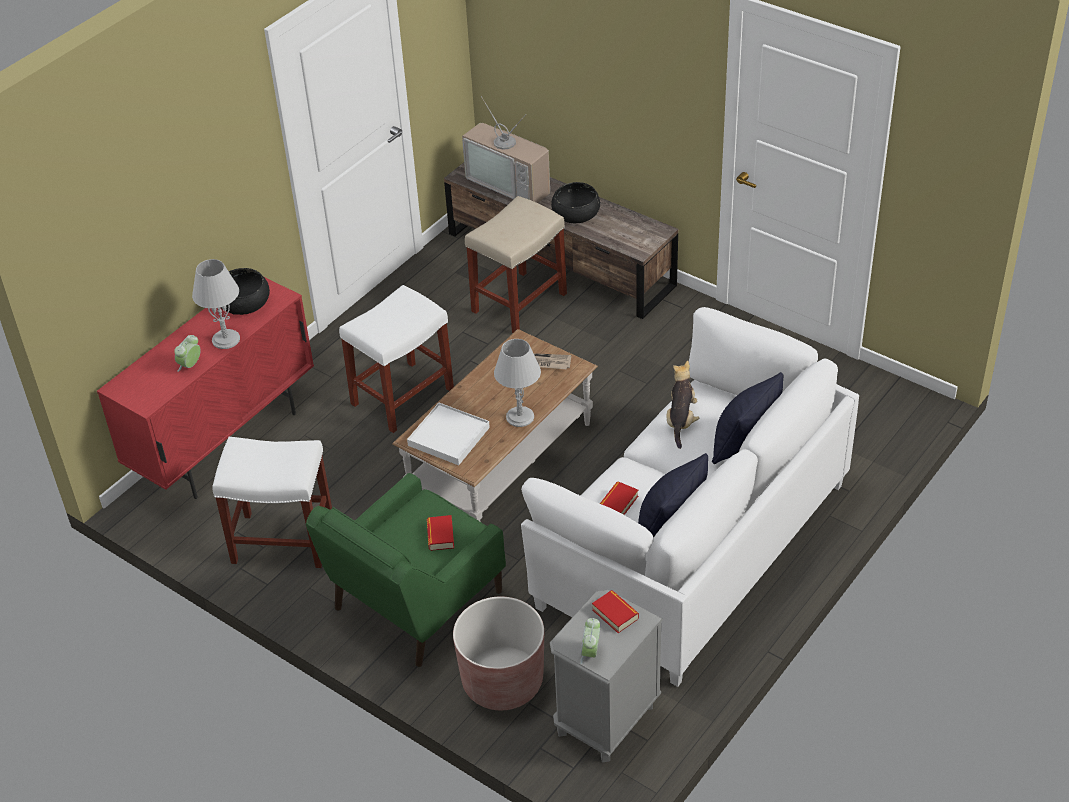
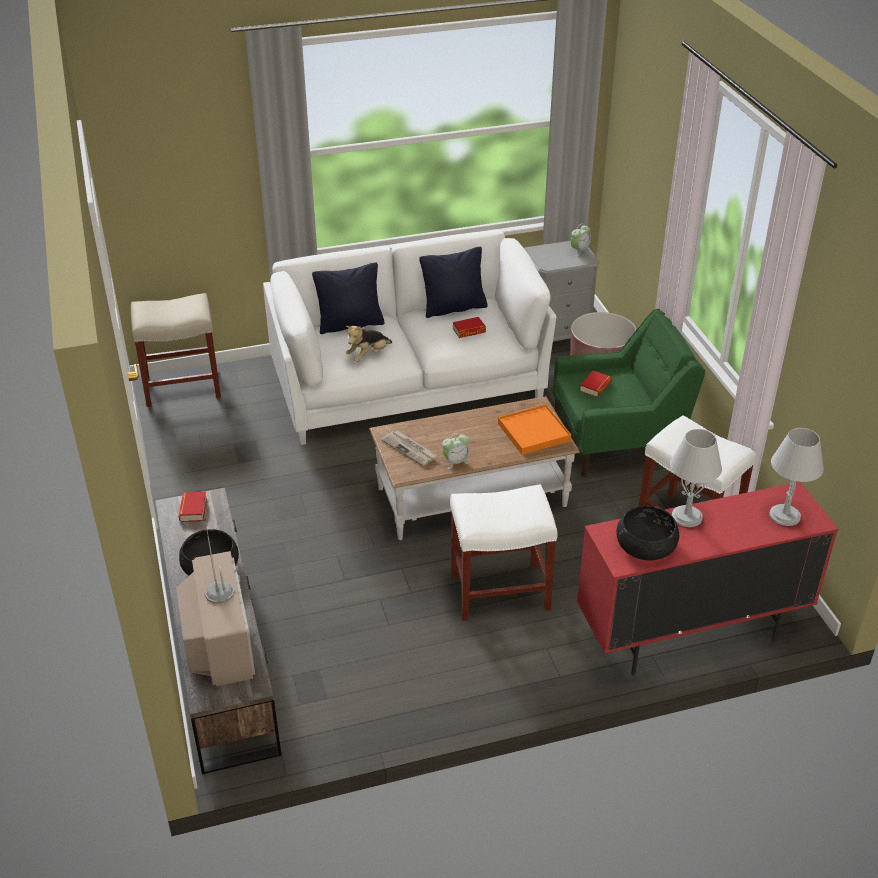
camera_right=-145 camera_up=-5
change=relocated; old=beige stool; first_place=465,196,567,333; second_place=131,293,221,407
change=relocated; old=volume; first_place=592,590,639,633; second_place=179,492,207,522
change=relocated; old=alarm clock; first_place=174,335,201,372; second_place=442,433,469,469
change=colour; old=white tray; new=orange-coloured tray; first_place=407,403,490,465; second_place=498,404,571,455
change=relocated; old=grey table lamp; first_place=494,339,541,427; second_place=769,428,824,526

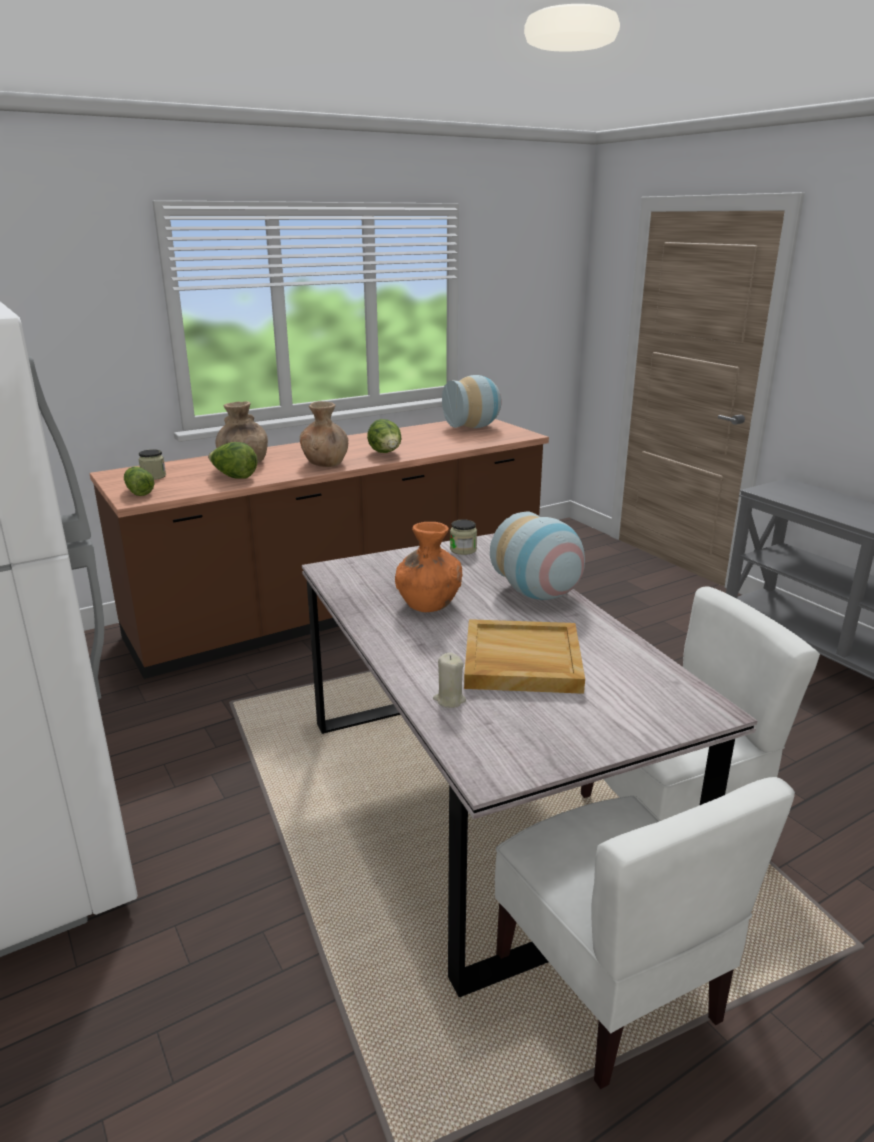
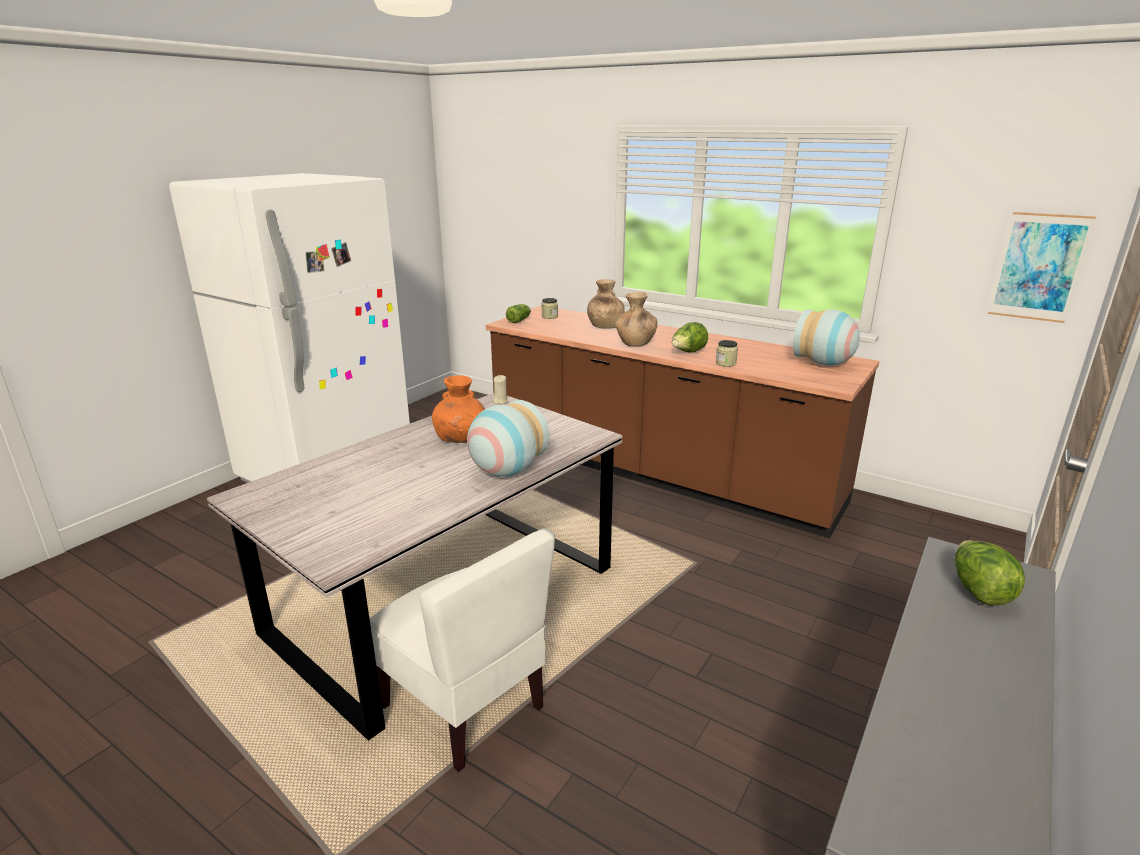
camera_right=65 camera_up=0
change=relocated; old=beige candle; first_place=433,653,466,708; second_place=492,375,509,404
change=relocated; old=preserve jar; first_place=450,519,477,555; second_place=716,340,738,367
change=relocated; old=lettuce head; first_place=208,442,257,479; second_place=955,540,1025,605
change=appeared; new=wall picture; second_place=988,212,1096,323
change=missing; old=beige tray; first_place=464,619,585,694
change=missing; old=white upright chair; first_place=495,777,795,1089

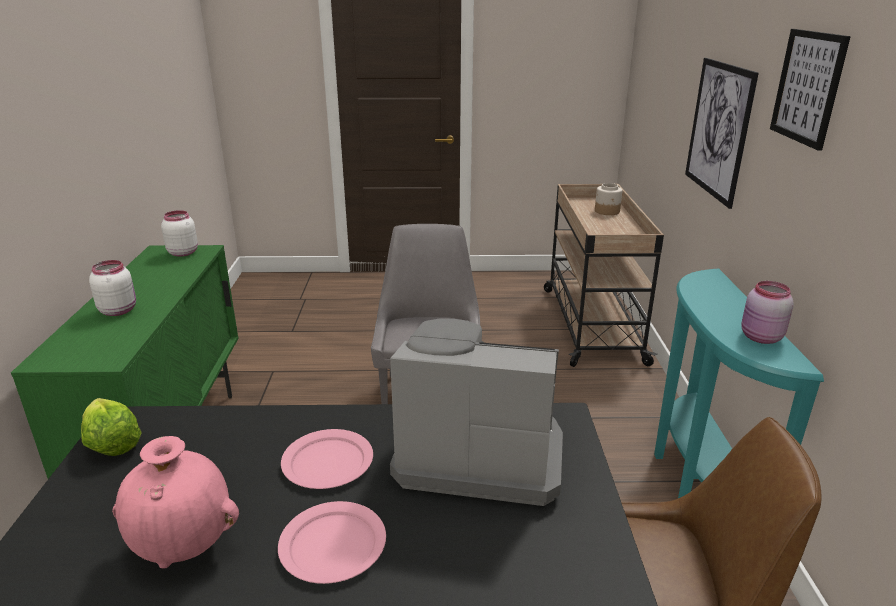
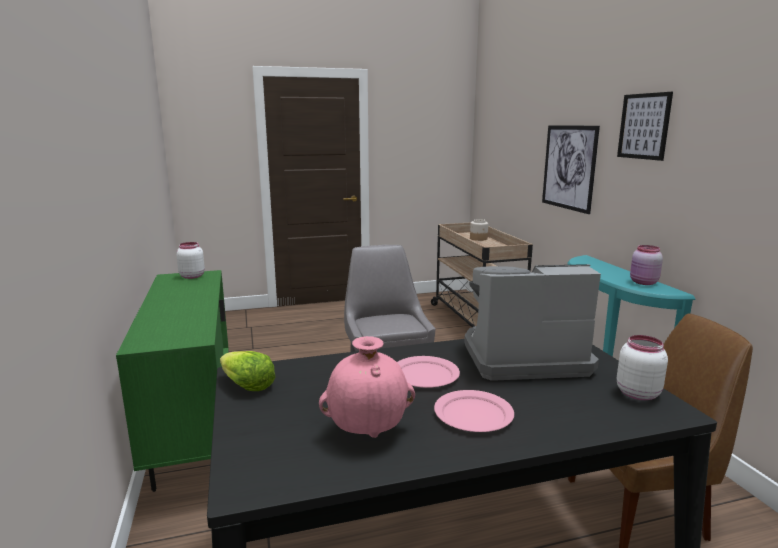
camera_right=-15 camera_up=-10
change=relocated; old=white preserve jar; first_place=89,260,136,316; second_place=617,335,668,400

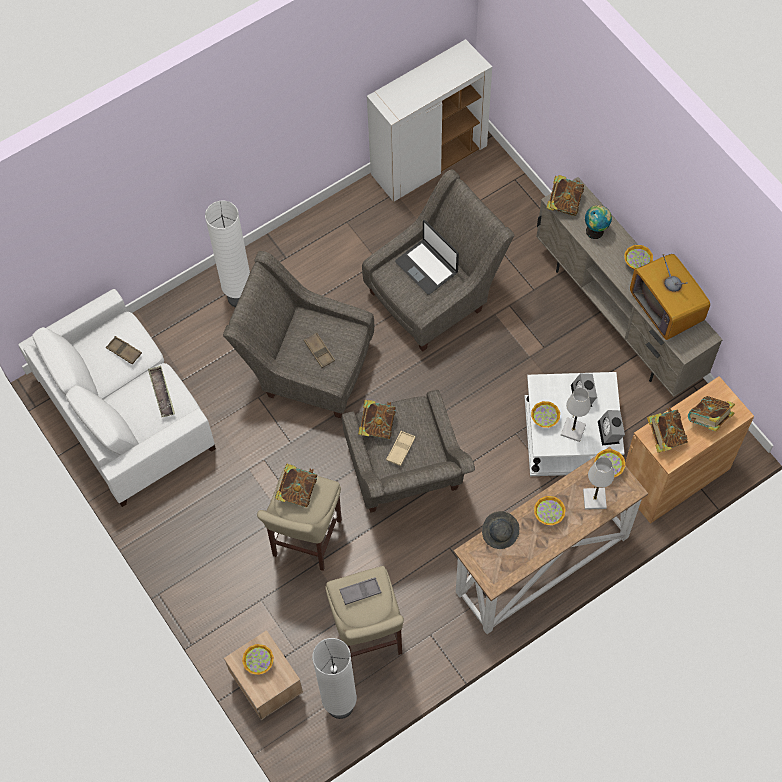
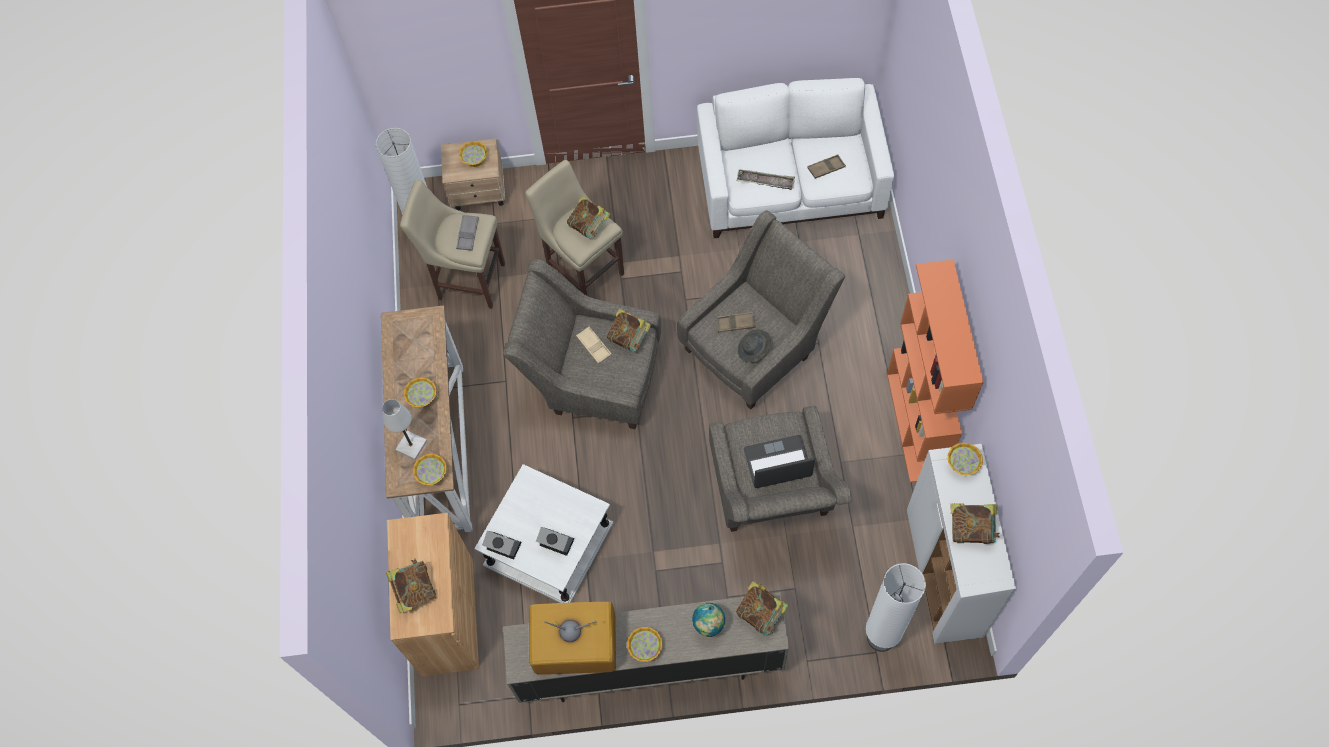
camera_right=120 camera_up=0
change=relocated; old=grey hat; first_place=482,511,519,549; second_place=738,329,771,363
change=relocated; old=white standing lamp; first_place=205,201,250,307; second_place=866,563,926,652
change=appeared; new=orange-coloured bookcase; second_place=887,260,984,482
change=relocated; old=bowl; first_place=531,401,560,428; second_place=948,443,983,475
change=relocated; old=volume; first_place=647,408,688,453; second_place=951,503,1000,544
change=missing; old=white table lamp; first_place=561,388,591,442

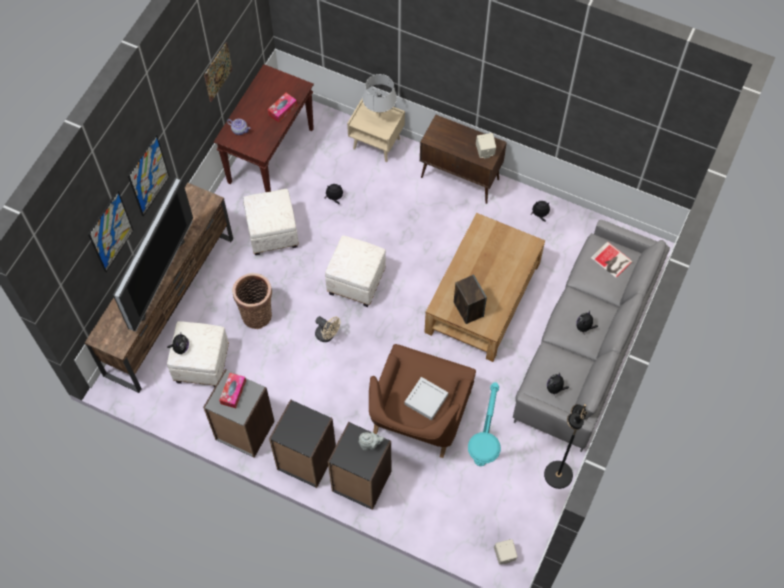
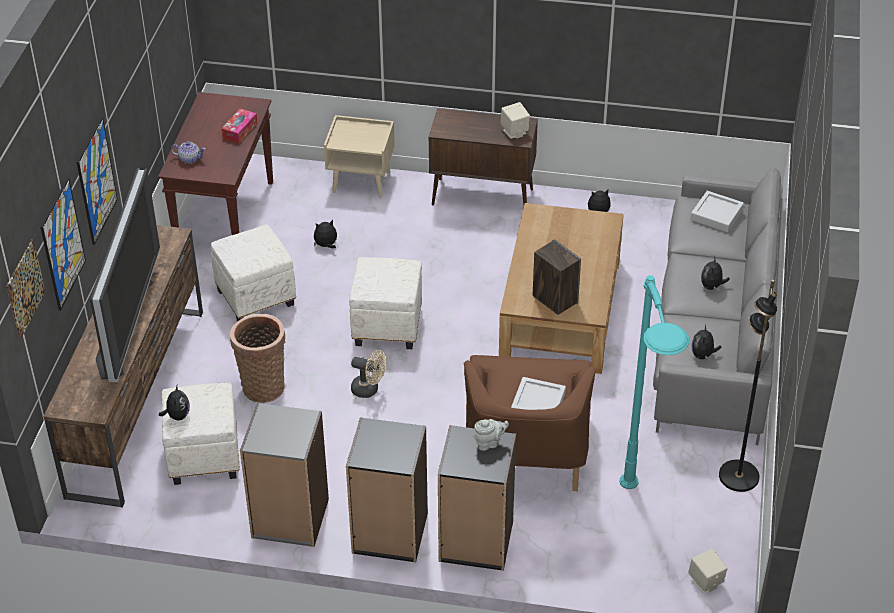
camera_right=-15 camera_up=-20
change=relocated; old=wall picture; first_place=204,42,232,102; second_place=6,239,45,339
change=exchanged; old=volume; new=grey tray; first_place=591,241,633,278; second_place=690,191,744,232
change=missing; old=box of tissues; first_place=219,373,246,408
change=missing; old=grey table lamp; first_place=363,74,397,112

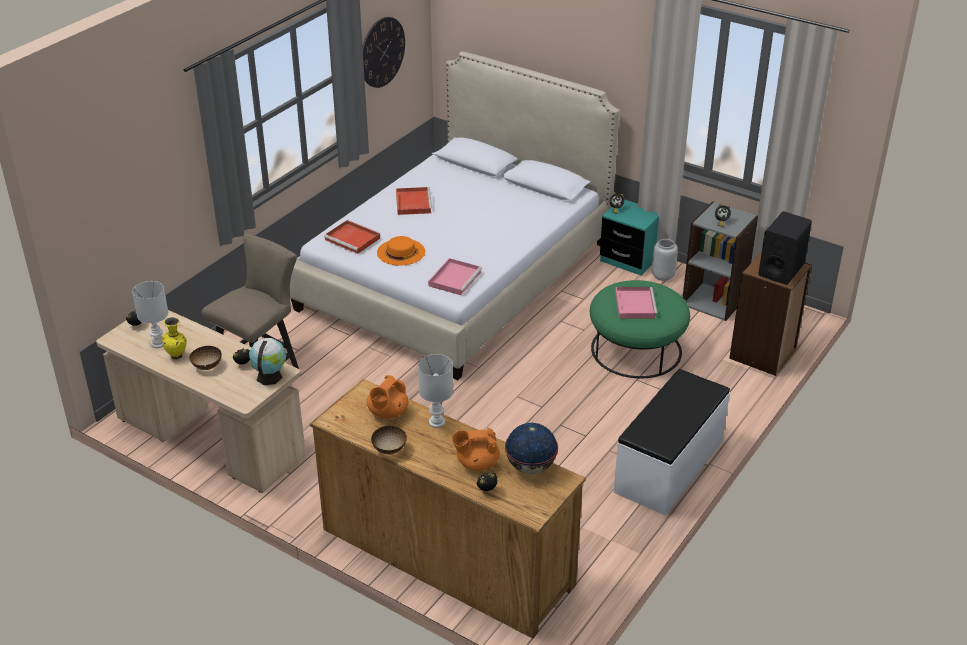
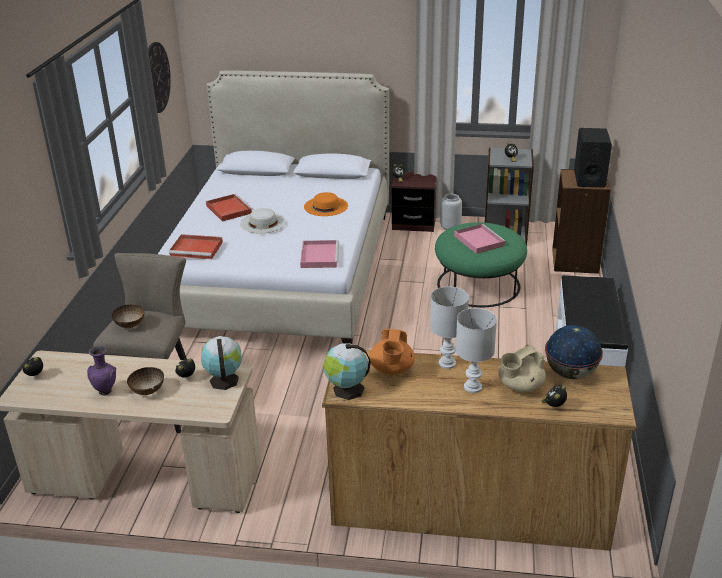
camera_right=-25 camera_up=-5
change=colour; old=yellowish vase; new=purplish vase; first_place=162,317,187,360; second_place=87,346,116,396
change=relocated; old=bowl; first_place=371,426,407,455; second_place=112,304,145,328
change=appeared; new=white hat; second_place=240,208,286,234
change=relocated; old=orange-coloured hat; first_place=377,236,425,266; second_place=304,192,348,216
change=appeared; new=desk globe; second_place=323,343,371,400
change=colour; old=turquoise nightstand; new=brown-coloured nightstand; first_place=600,199,659,276; second_place=392,172,436,232
change=relocated; old=white table lamp; first_place=132,281,169,348; second_place=456,308,497,393
change=colour; old=orange-coloured tea pot; new=beige tea pot; first_place=452,428,500,471; second_place=498,344,546,392

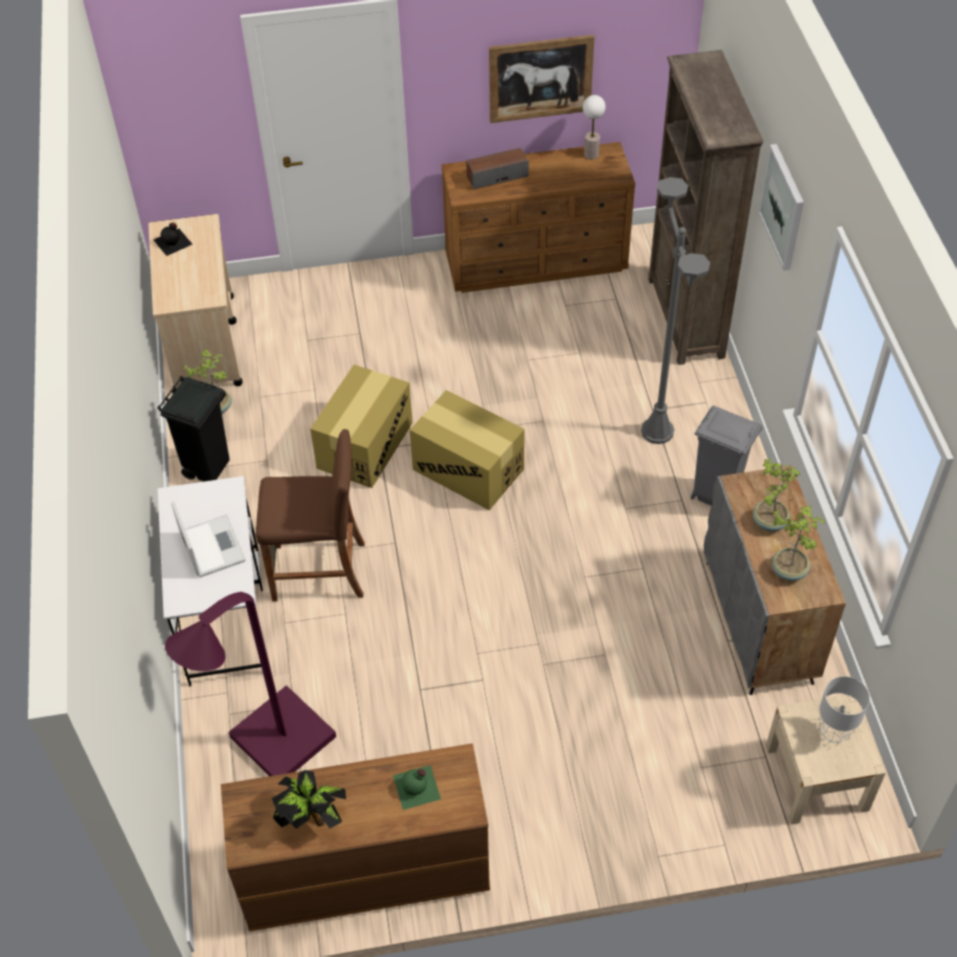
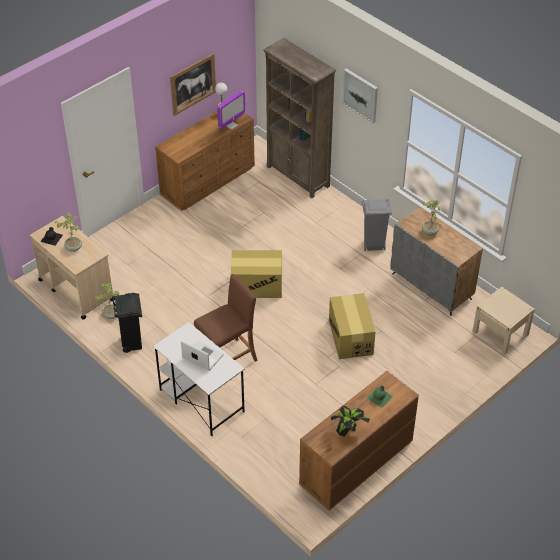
camera_right=-35 camera_up=-5
change=relocated; old=potted plant; first_place=772,505,825,581; second_place=55,213,82,252
change=appeared; new=monitor; second_place=217,91,245,130
change=relocated; old=cardboard box; first_place=310,365,413,488; second_place=329,293,376,359
change=missing; old=purplish standing lamp; first_place=165,592,336,776
change=missing; old=loudspeaker; first_place=466,147,529,190
change=missing; old=grey standing lamp; first_place=641,177,710,444
change=missing; old=grey table lamp; first_place=818,676,870,743

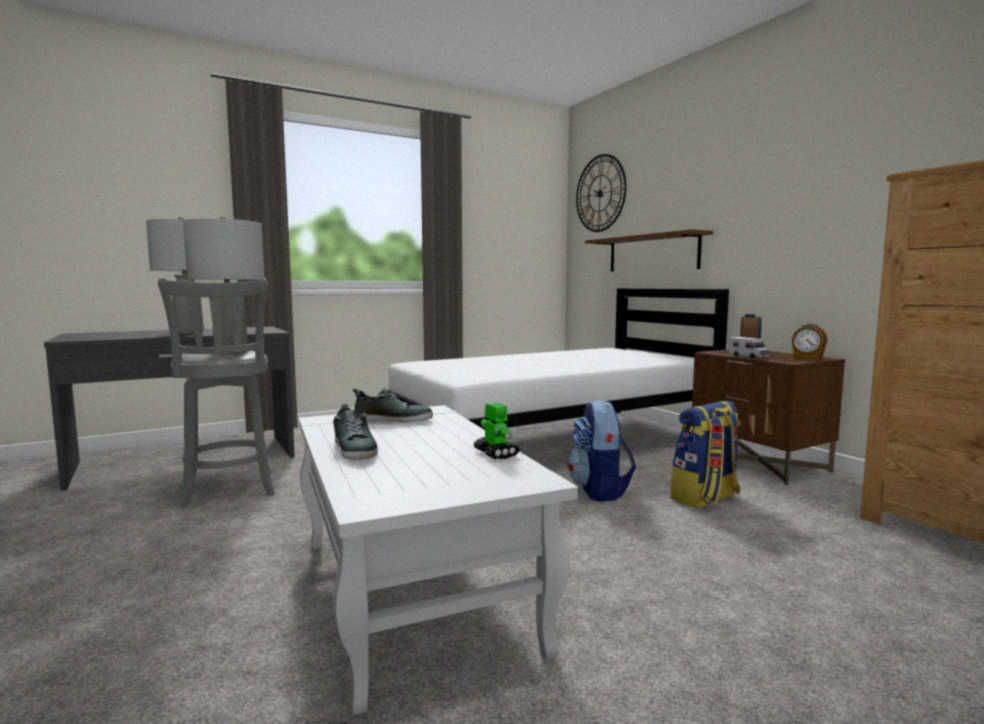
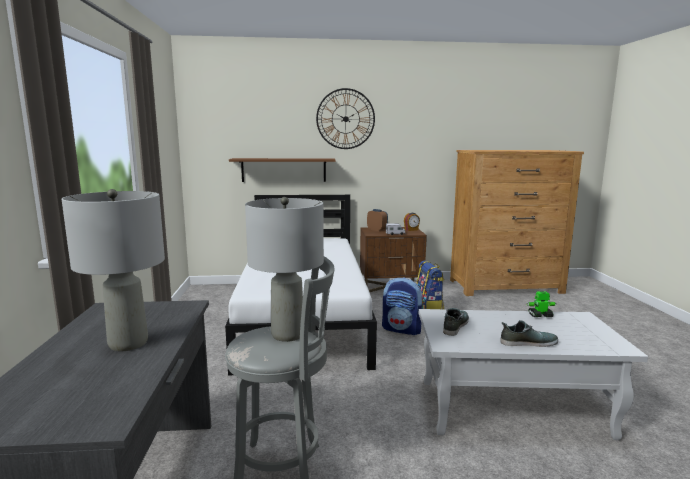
camera_right=-65 camera_up=5
change=relocated; old=wall clock; first_place=576,154,626,232; second_place=316,88,375,149

